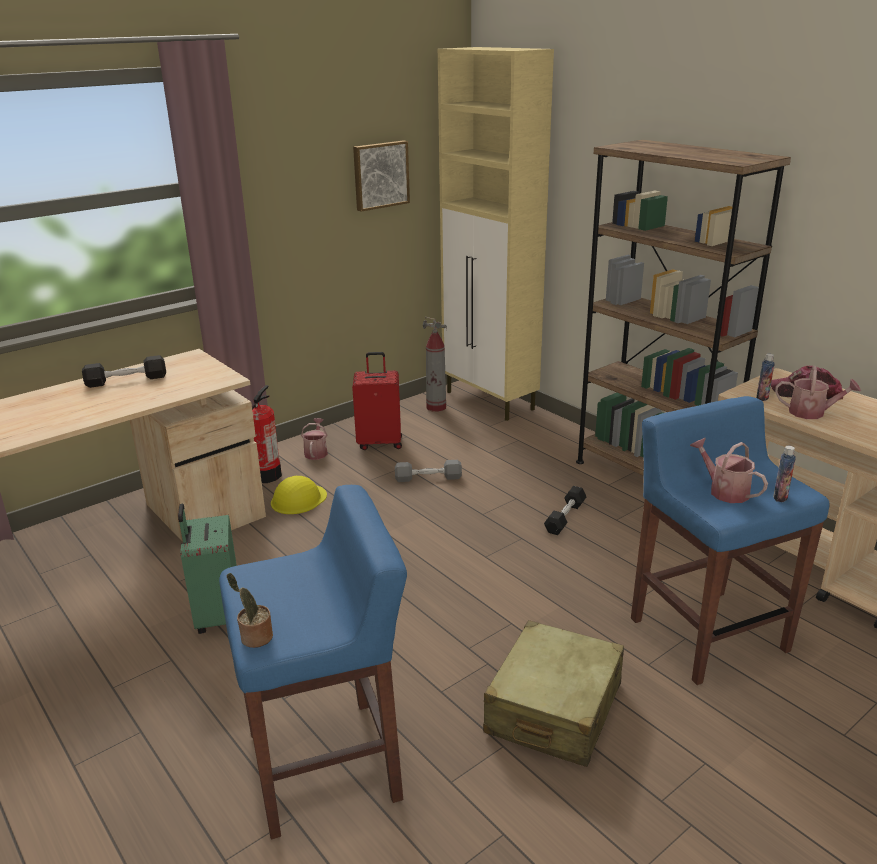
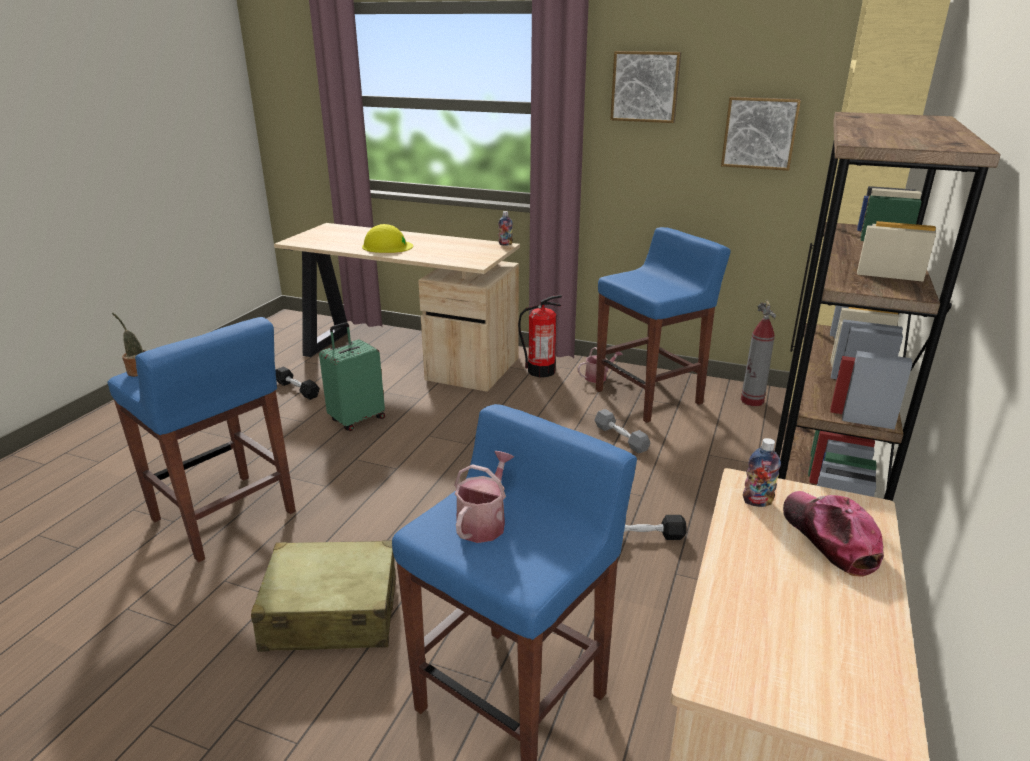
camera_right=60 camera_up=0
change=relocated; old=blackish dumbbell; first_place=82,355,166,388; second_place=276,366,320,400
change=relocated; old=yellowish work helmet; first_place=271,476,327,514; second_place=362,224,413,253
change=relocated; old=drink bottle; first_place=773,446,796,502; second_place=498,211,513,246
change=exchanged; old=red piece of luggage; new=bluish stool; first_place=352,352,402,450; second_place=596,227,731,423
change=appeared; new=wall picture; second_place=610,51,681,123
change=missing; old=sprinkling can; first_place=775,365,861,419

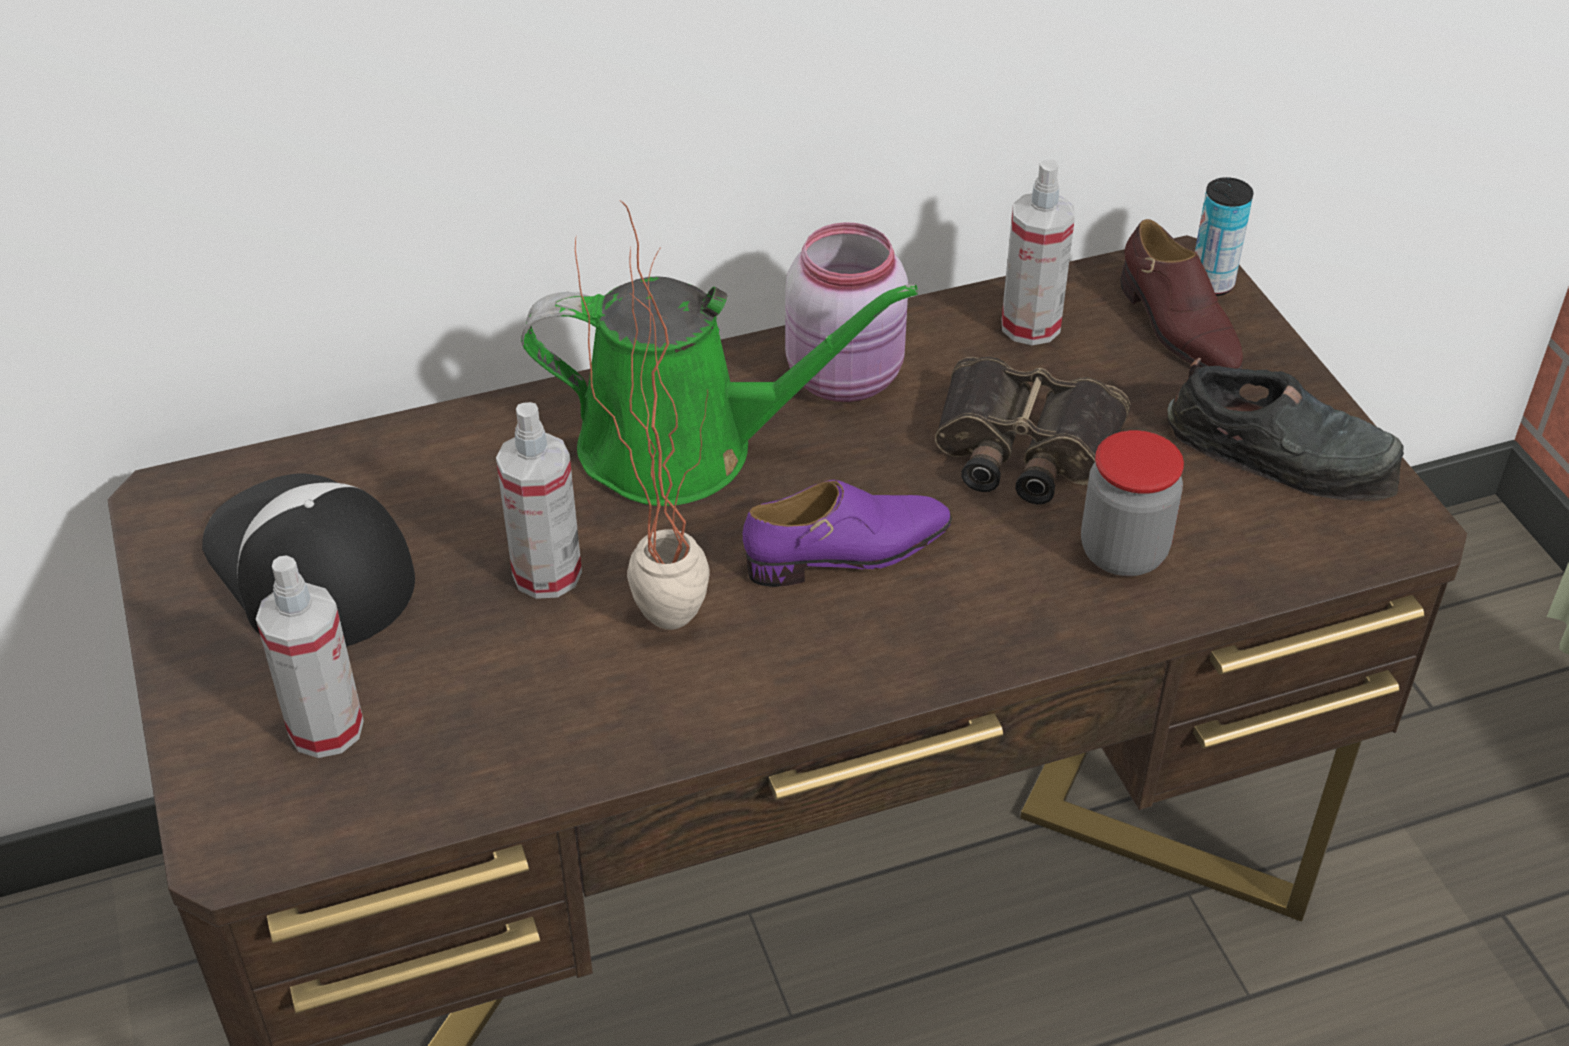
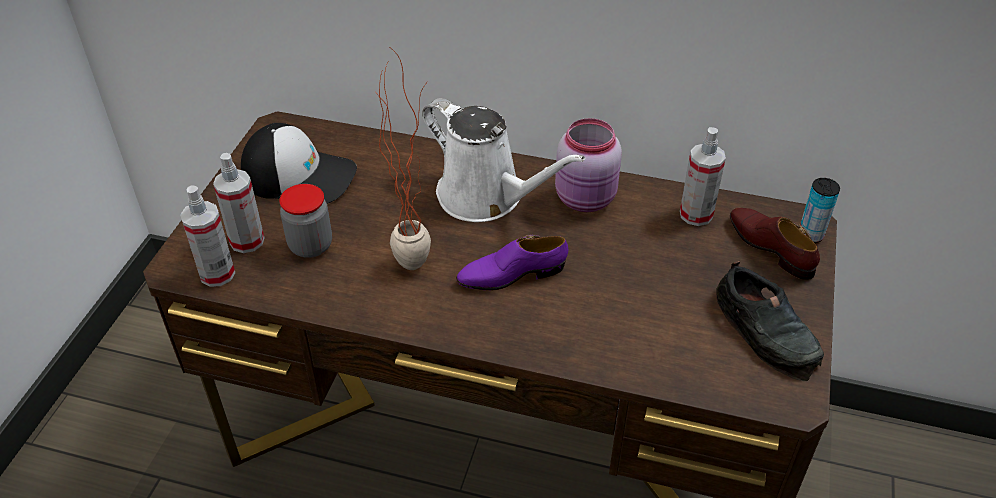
camera_right=35 camera_up=0
change=relocated; old=sprayer; first_place=496,402,582,599; second_place=180,185,235,287
change=spun; old=cap; first_place=202,473,415,647; second_place=241,123,357,204; degrees=105
change=relocated; old=preserve jar; first_place=1081,430,1184,576; second_place=279,184,332,258
change=colour; old=greenish sprinkling can; new=white sprinkling can; first_place=521,277,918,506; second_place=422,98,585,222
change=spun; old=purplish low shoe; first_place=743,480,952,587; second_place=456,235,568,290; degrees=150
change=spun; old=brown-coloured low shoe; first_place=1120,219,1243,369; second_place=730,208,820,280; degrees=135
change=missing; old=binoculars; first_place=935,357,1130,504

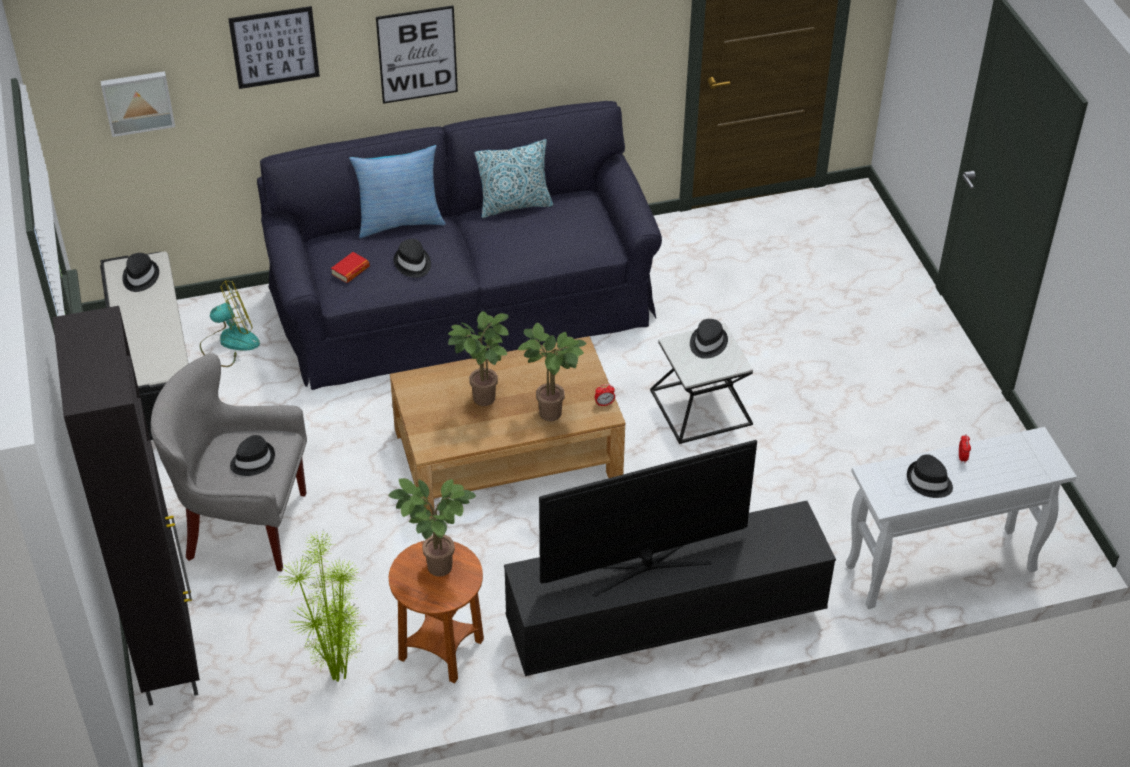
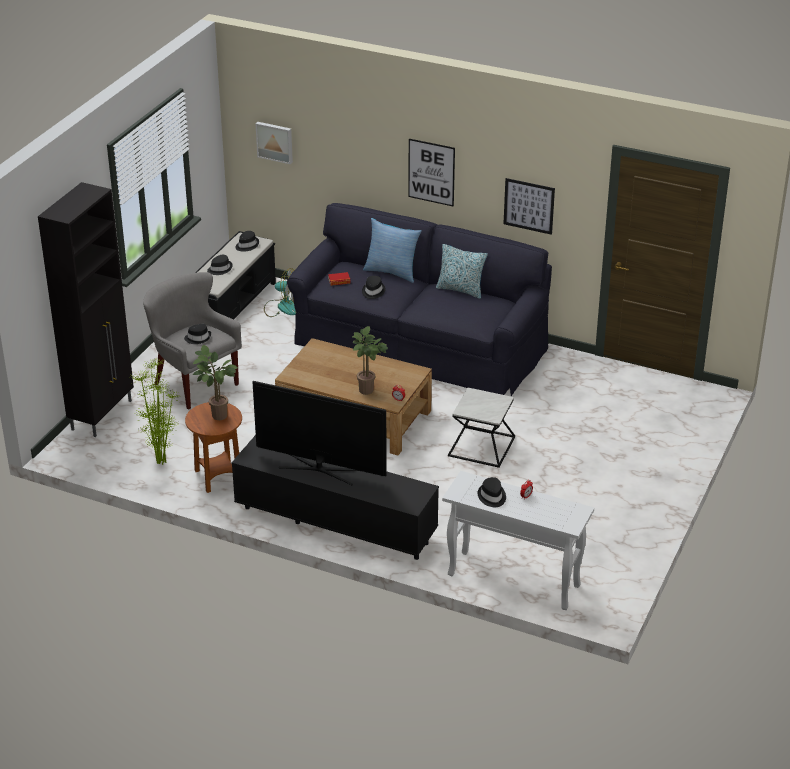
camera_right=40 camera_up=-10
change=relocated; old=blackish hat; first_place=690,319,728,359; second_place=207,255,233,275
change=relocated; old=wall picture; first_place=228,6,320,89; second_place=503,178,555,235
change=missing; old=potted plant; first_place=448,311,509,406

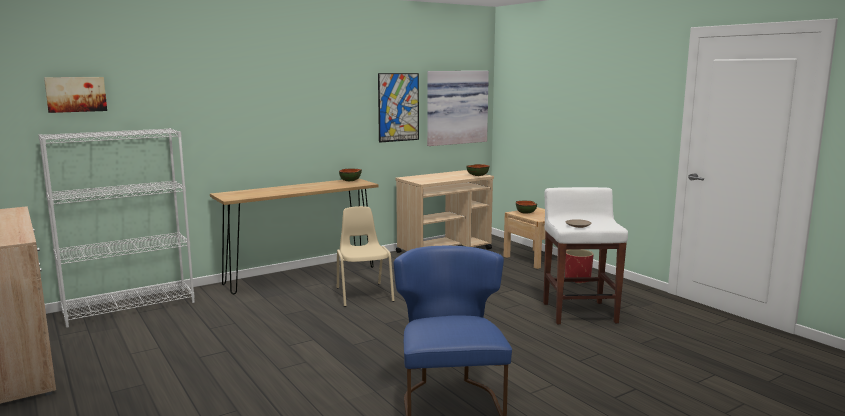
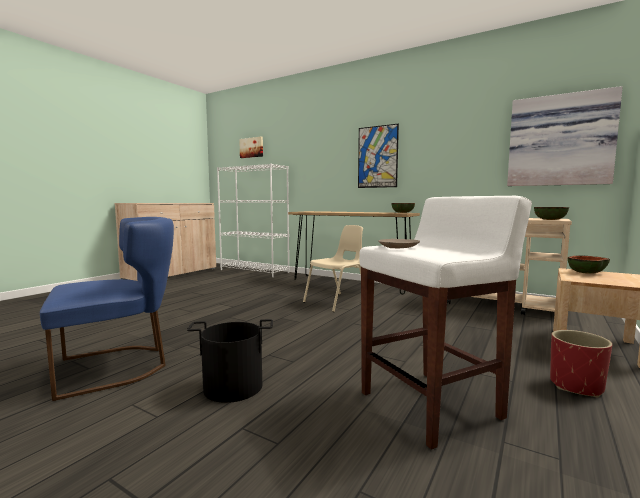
camera_right=65 camera_up=-5
change=appeared; new=blackish bucket; second_place=187,319,273,403
change=relocated; old=wall picture; first_place=378,73,419,143; second_place=358,124,399,188

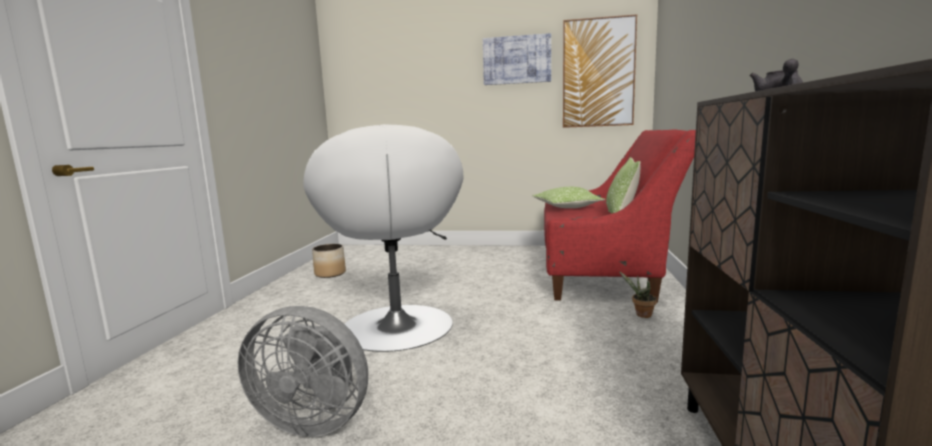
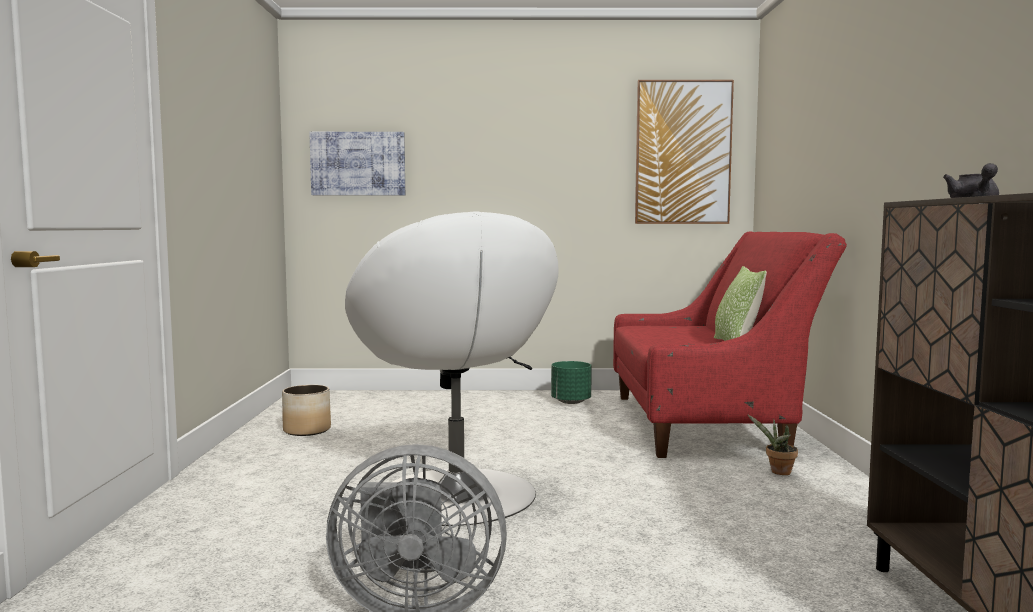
camera_right=-10 camera_up=-5
change=relocated; old=wall picture; first_place=483,33,551,85; second_place=309,132,405,195
change=appeared; new=greenish planter; second_place=551,361,592,404
change=missing; old=cushion; first_place=532,187,605,208

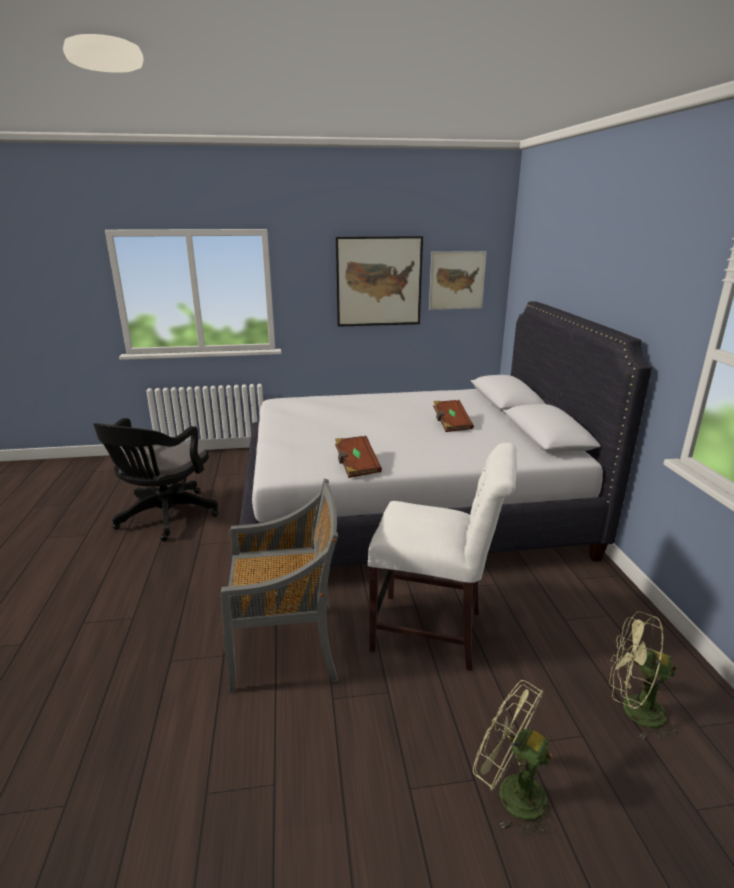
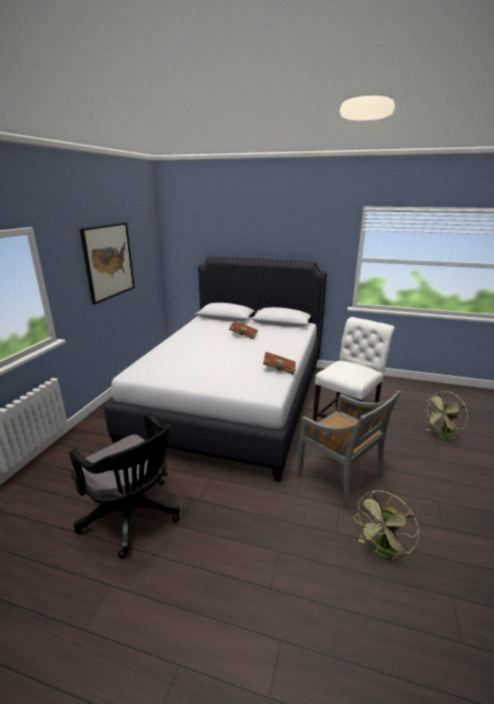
camera_right=-65 camera_up=0
change=spun; old=grey upright chair; first_place=221,479,338,693; second_place=296,390,401,510; degrees=120
change=relocated; old=greenish cooling fan; first_place=609,611,682,741; second_place=353,490,419,565
change=missing; old=wall picture; first_place=429,251,487,310

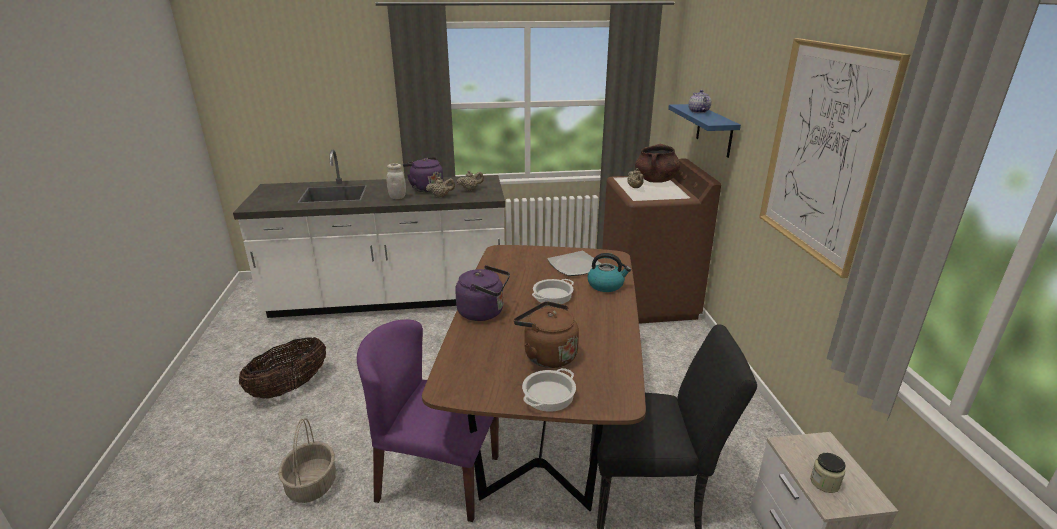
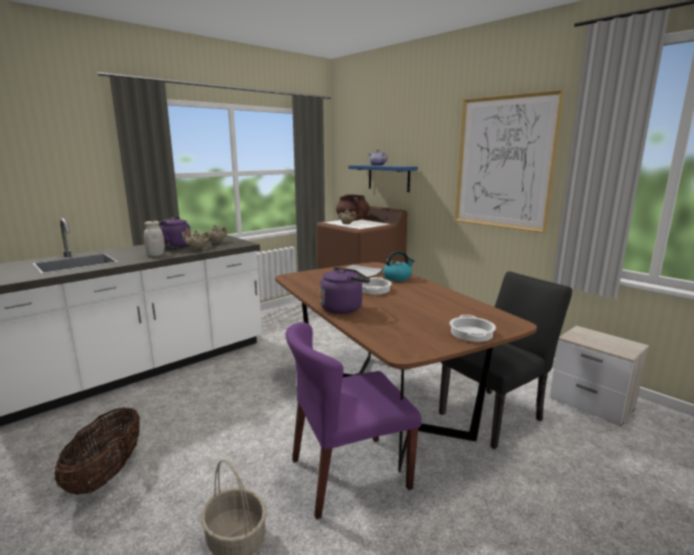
camera_right=-35 camera_up=-10
change=missing; old=brown-coloured kettle; first_place=514,301,579,368
change=missing; old=preserve jar; first_place=810,453,846,493

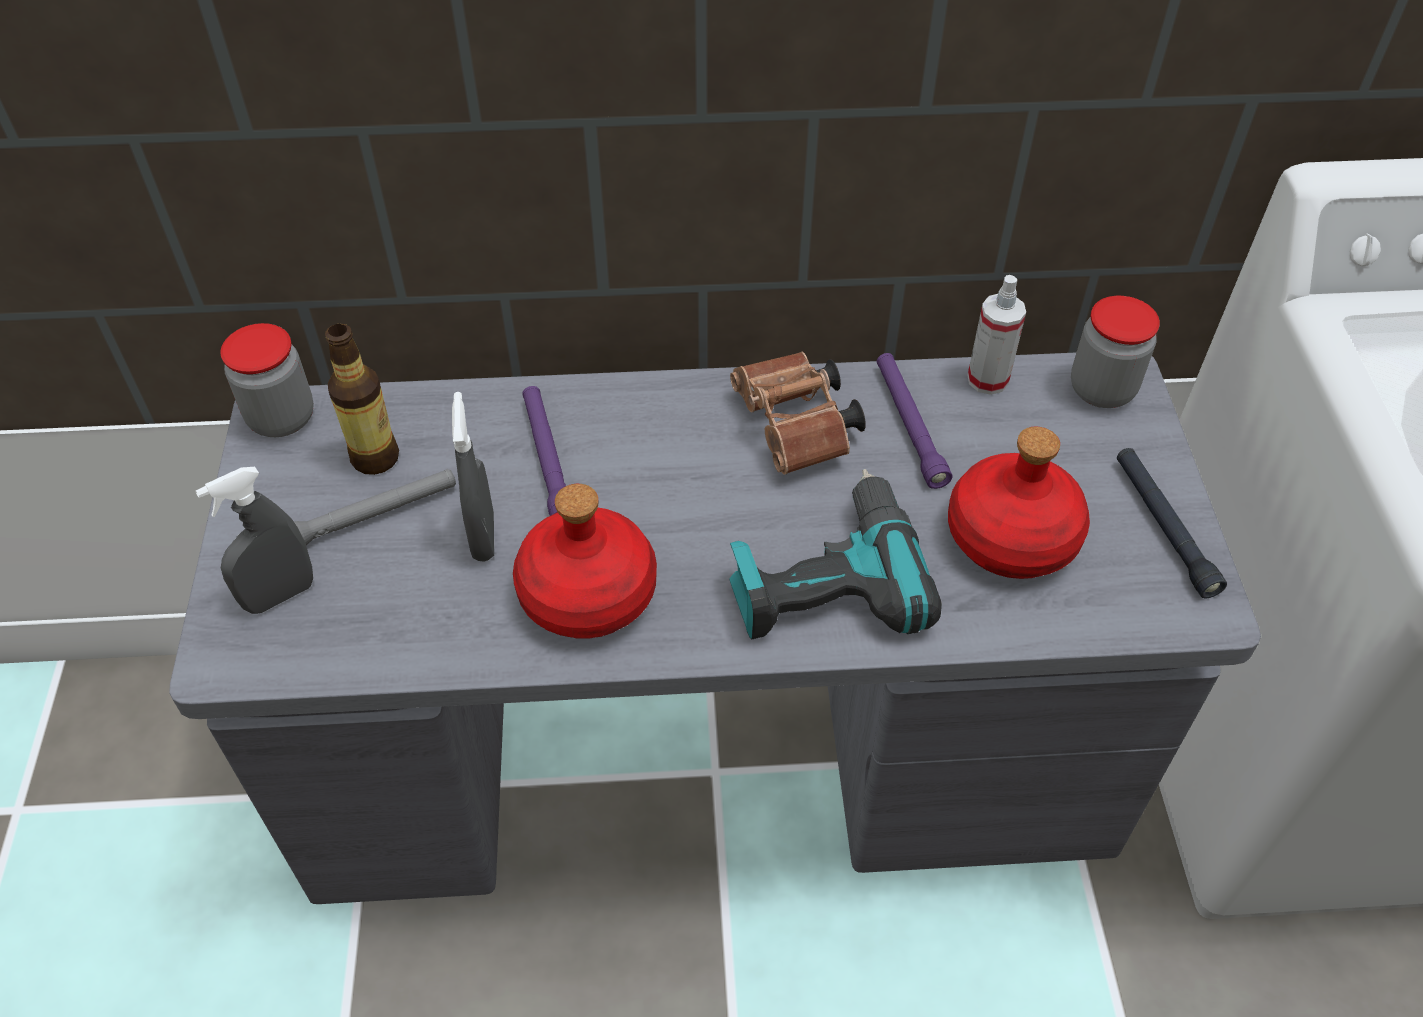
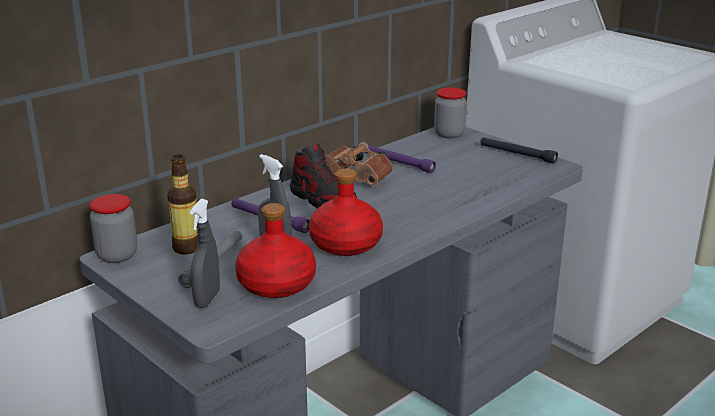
camera_right=-40 camera_up=-25
change=relocated; old=red drink bottle; first_place=948,426,1090,579; second_place=235,203,316,298
change=appeared; new=low shoe; second_place=290,143,357,209
change=missing; old=electric drill; first_place=729,469,942,640
change=missing; old=sprayer; first_place=967,275,1026,395

